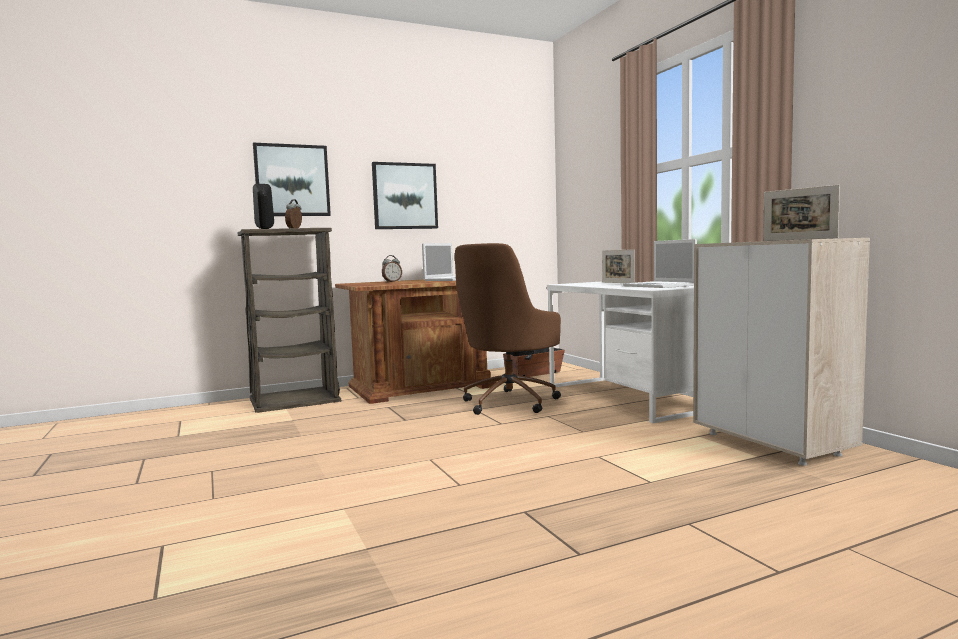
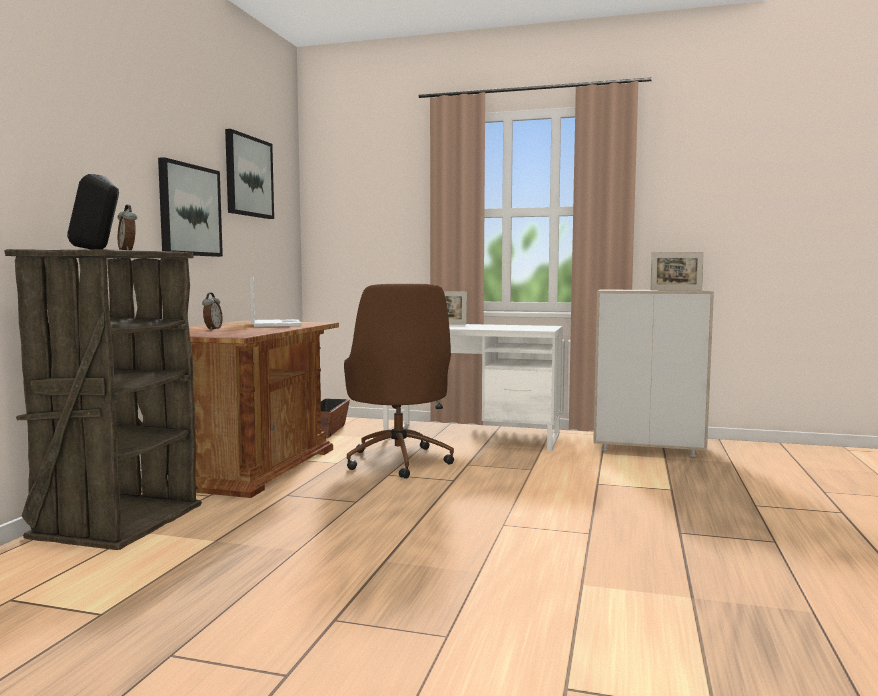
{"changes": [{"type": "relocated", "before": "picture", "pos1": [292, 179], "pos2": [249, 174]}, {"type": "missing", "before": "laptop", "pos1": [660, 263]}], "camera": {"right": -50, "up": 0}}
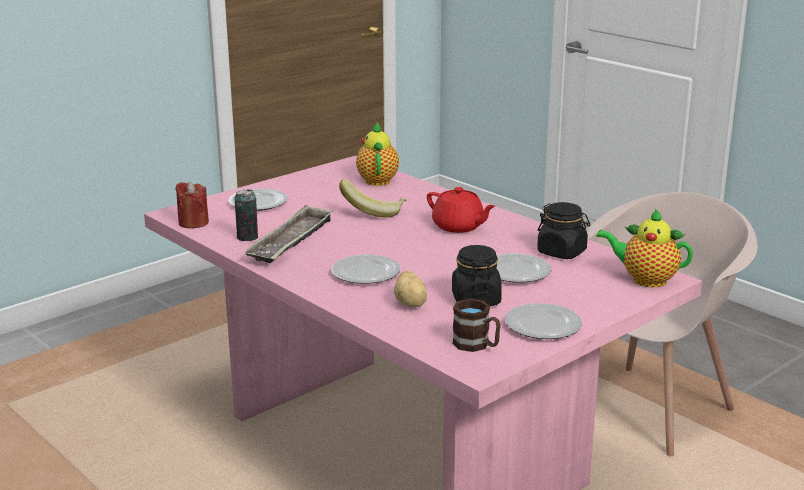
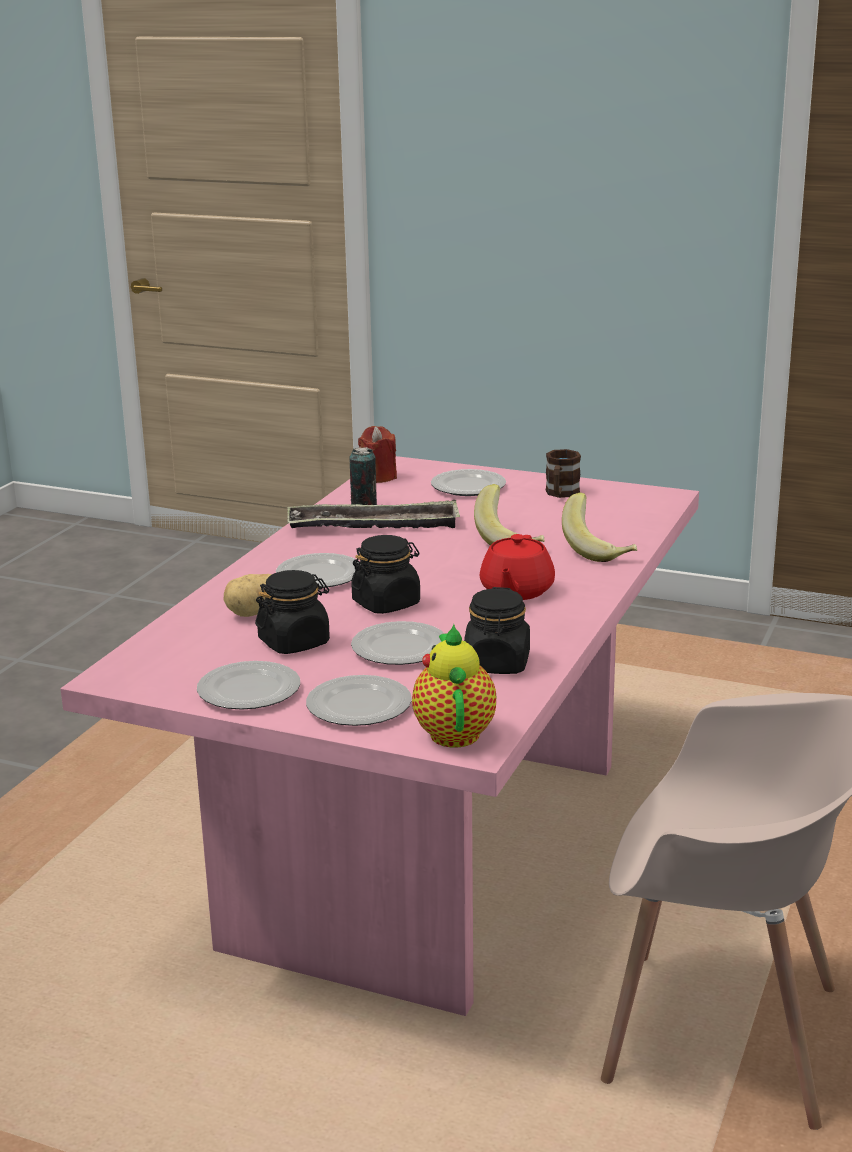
{"changes": [{"type": "missing", "before": "teapot", "pos1": [377, 154]}, {"type": "relocated", "before": "mug (brown)", "pos1": [476, 325], "pos2": [563, 473]}, {"type": "appeared", "after": "plate", "pos2": [359, 700]}, {"type": "appeared", "after": "jar (black)", "pos2": [385, 574]}, {"type": "appeared", "after": "banana", "pos2": [599, 527]}], "camera": {"right": 65, "up": 0}}
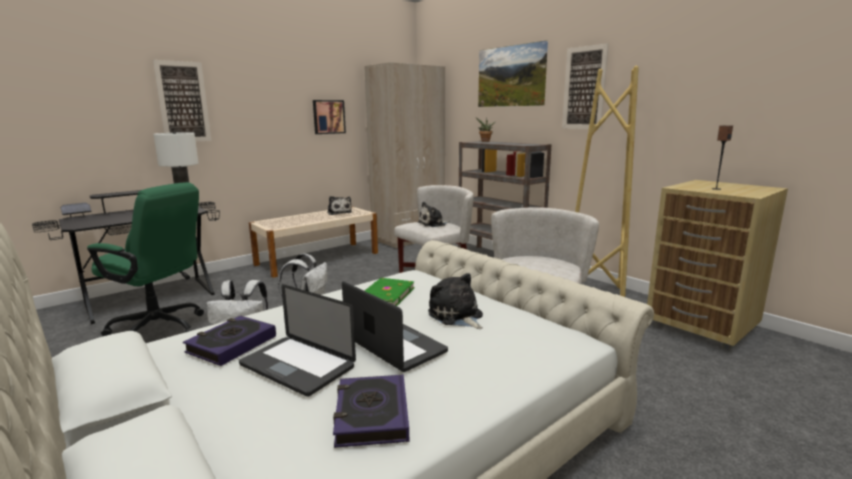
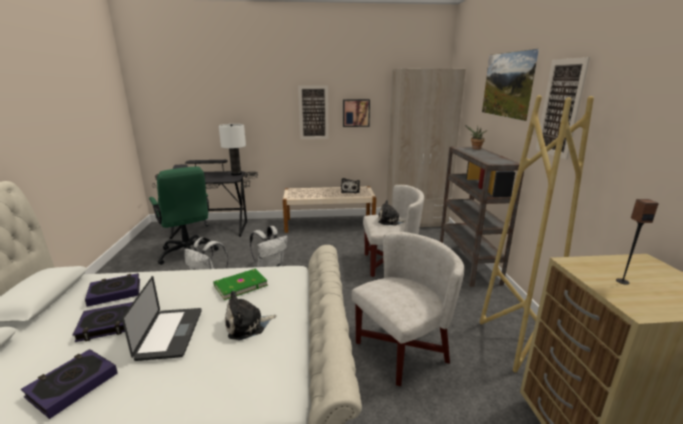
{"changes": [{"type": "relocated", "before": "picture", "pos1": [182, 101], "pos2": [313, 112]}, {"type": "exchanged", "before": "laptop", "after": "book", "pos1": [297, 340], "pos2": [103, 322]}, {"type": "spun", "before": "plush toy", "pos1": [455, 301], "pos2": [250, 315], "turn": -120}], "camera": {"right": 35, "up": 5}}
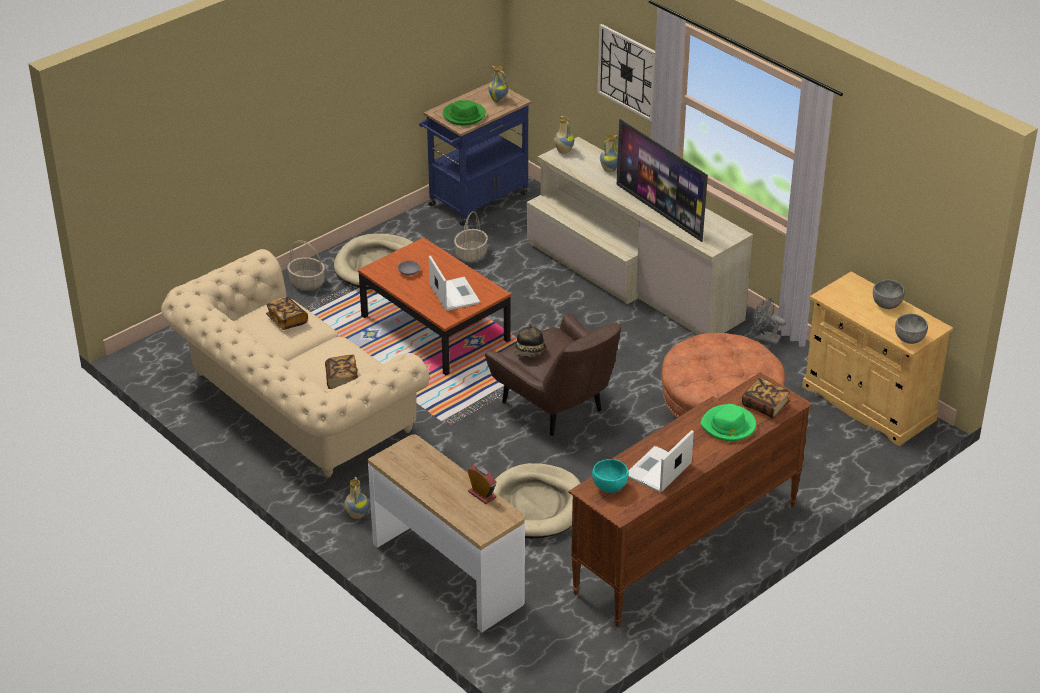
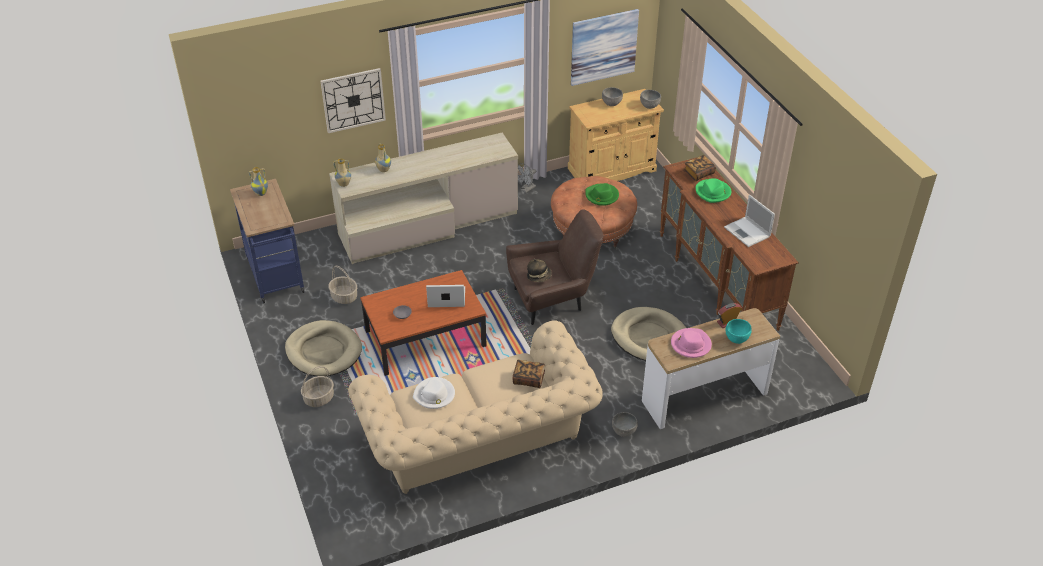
{"changes": [{"type": "exchanged", "before": "book", "after": "hat (white)", "pos1": [287, 313], "pos2": [434, 393]}, {"type": "exchanged", "before": "vase", "after": "bowl (grey)", "pos1": [356, 498], "pos2": [625, 424]}, {"type": "relocated", "before": "hat (green)", "pos1": [464, 112], "pos2": [602, 194]}, {"type": "relocated", "before": "bowl (turquoise)", "pos1": [610, 476], "pos2": [739, 331]}, {"type": "missing", "before": "television", "pos1": [662, 180]}, {"type": "appeared", "after": "picture", "pos2": [605, 47]}, {"type": "appeared", "after": "hat (pink)", "pos2": [691, 343]}], "camera": {"right": -70, "up": 5}}
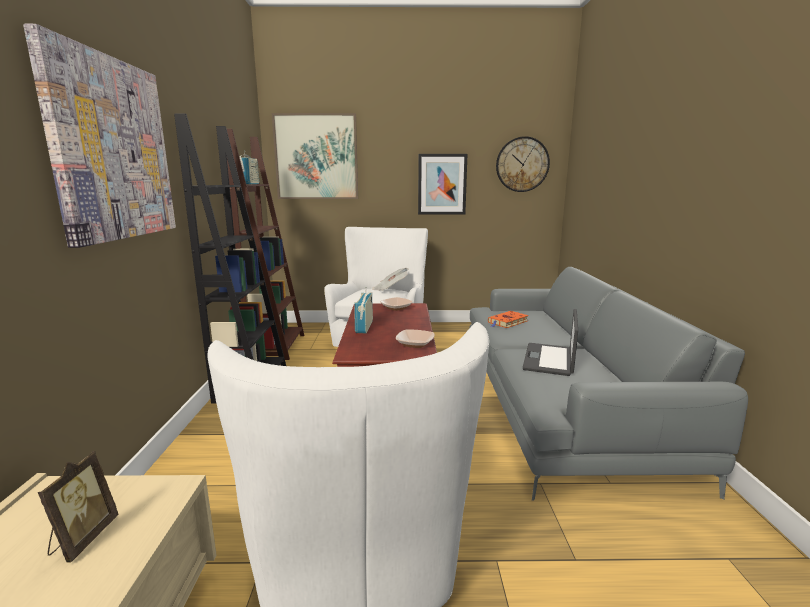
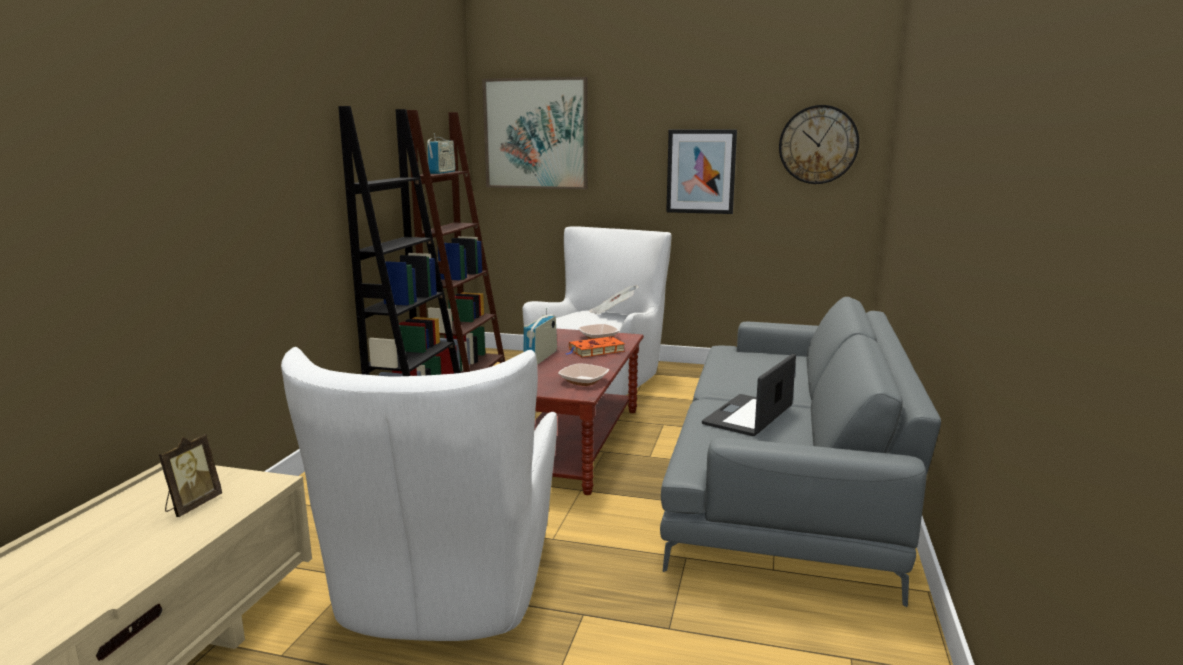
{"changes": [{"type": "missing", "before": "picture", "pos1": [99, 136]}, {"type": "relocated", "before": "book (orange)", "pos1": [508, 319], "pos2": [595, 346]}], "camera": {"right": 15, "up": 0}}
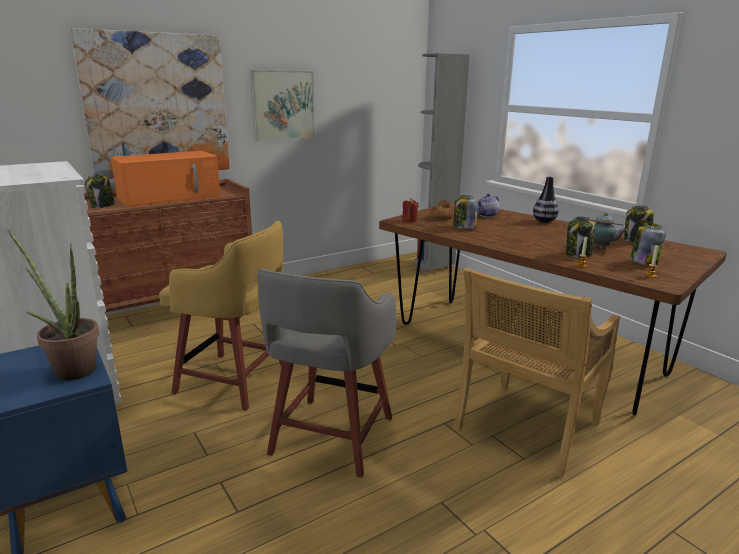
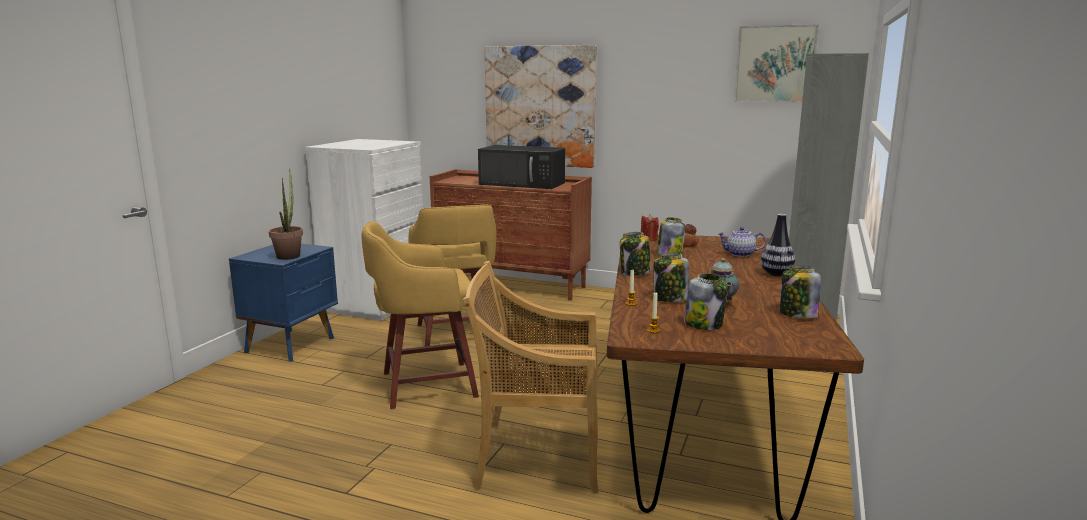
{"changes": [{"type": "relocated", "before": "jar", "pos1": [100, 190], "pos2": [635, 254]}, {"type": "colour", "before": "microwave (orange)", "after": "microwave (black)", "pos1": [166, 179], "pos2": [521, 167]}, {"type": "relocated", "before": "picture", "pos1": [282, 106], "pos2": [776, 63]}, {"type": "colour", "before": "stool (grey)", "after": "stool (yellow)", "pos1": [327, 373], "pos2": [420, 315]}], "camera": {"right": 55, "up": -5}}
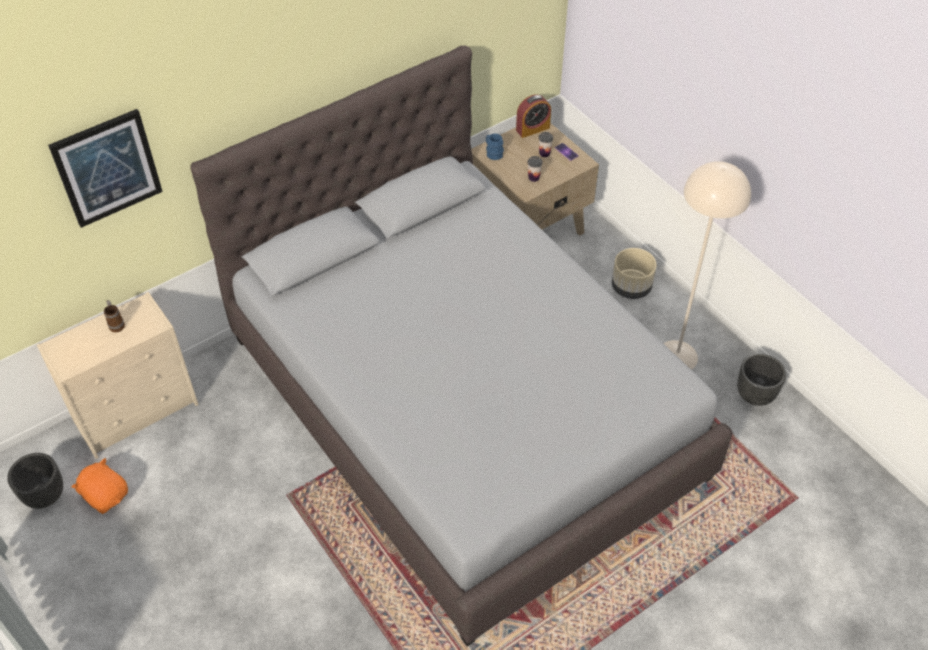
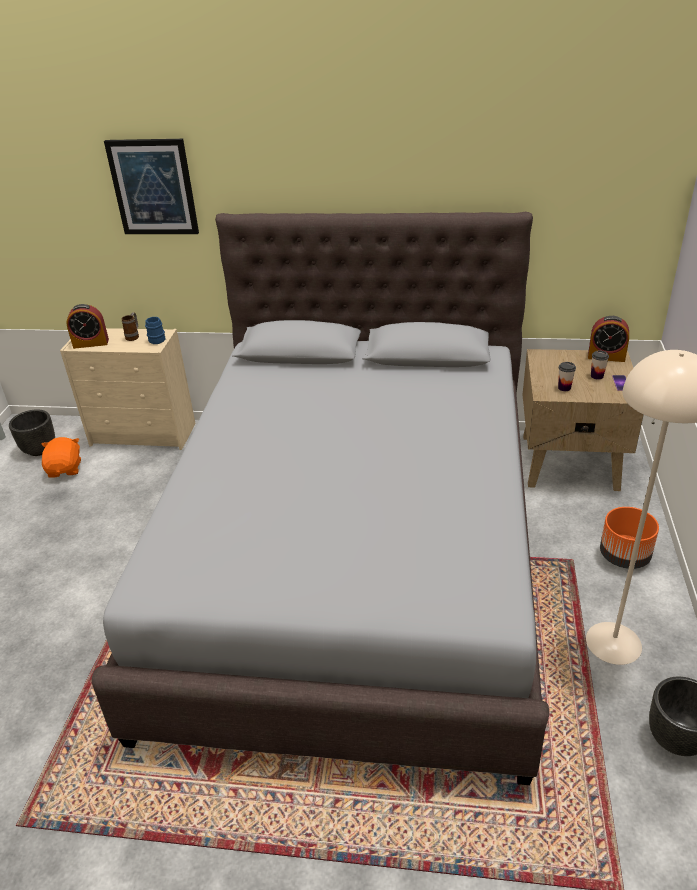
{"changes": [{"type": "relocated", "before": "mug (blue)", "pos1": [495, 147], "pos2": [155, 330]}, {"type": "colour", "before": "planter (beige)", "after": "planter (orange)", "pos1": [634, 273], "pos2": [629, 538]}, {"type": "appeared", "after": "alarm clock", "pos2": [87, 326]}], "camera": {"right": 45, "up": -15}}
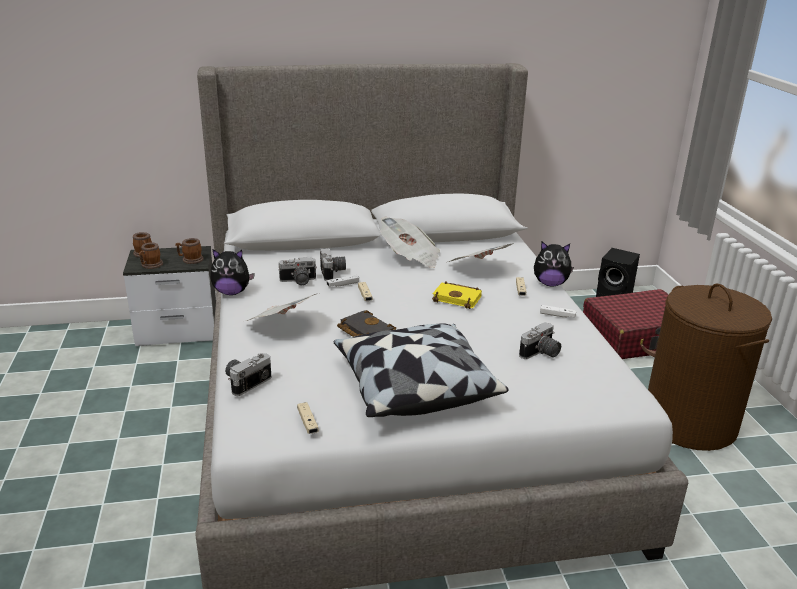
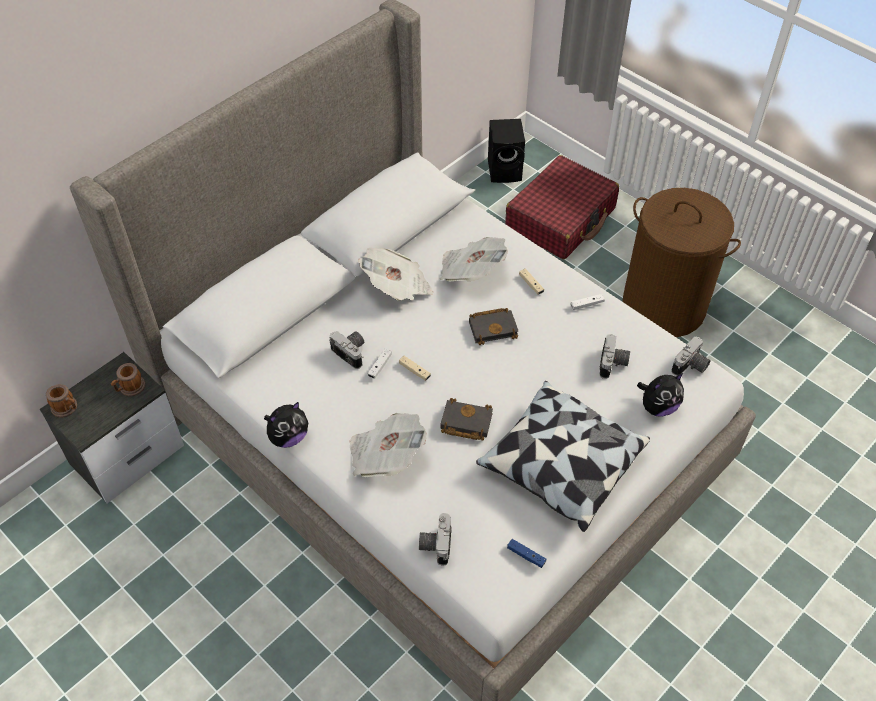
{"changes": [{"type": "missing", "before": "mug", "pos1": [151, 255]}, {"type": "relocated", "before": "photo camera", "pos1": [297, 271], "pos2": [691, 356]}, {"type": "colour", "before": "game controller (beige)", "after": "game controller (blue)", "pos1": [308, 418], "pos2": [526, 553]}, {"type": "colour", "before": "book (yellow)", "after": "book (black)", "pos1": [457, 295], "pos2": [494, 326]}, {"type": "relocated", "before": "plush toy", "pos1": [554, 264], "pos2": [660, 395]}], "camera": {"right": -35, "up": 25}}
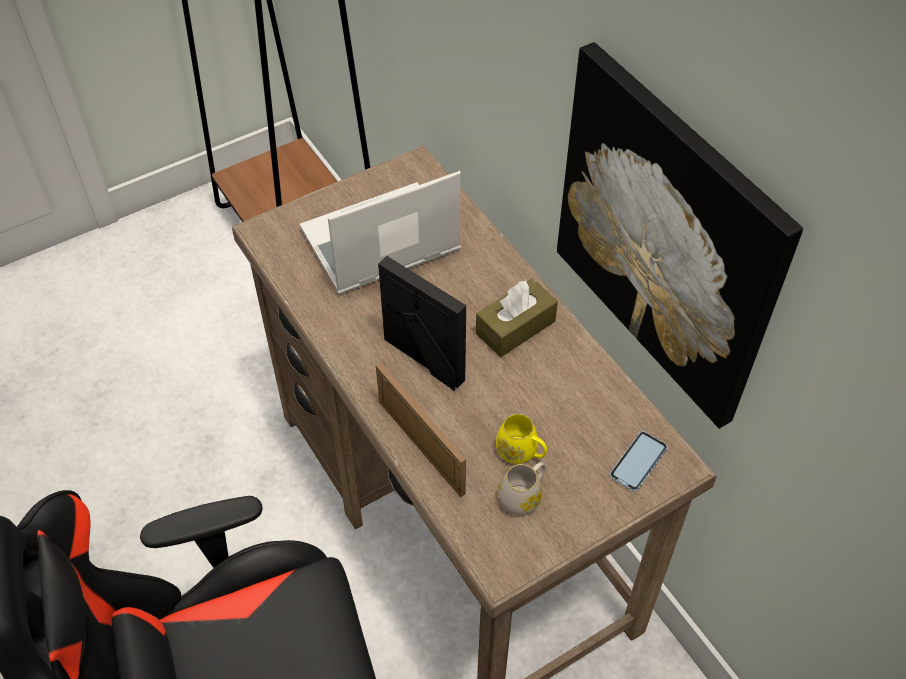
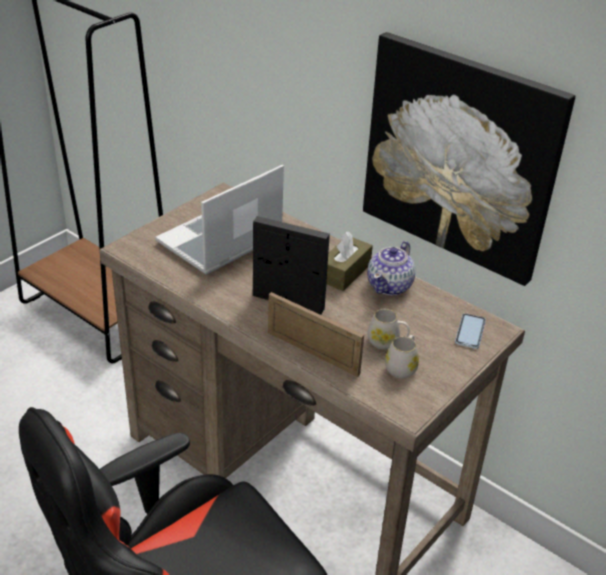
{"changes": [{"type": "colour", "before": "mug (yellow)", "after": "mug (white)", "pos1": [521, 439], "pos2": [389, 329]}, {"type": "appeared", "after": "teapot", "pos2": [391, 268]}], "camera": {"right": -20, "up": -15}}
